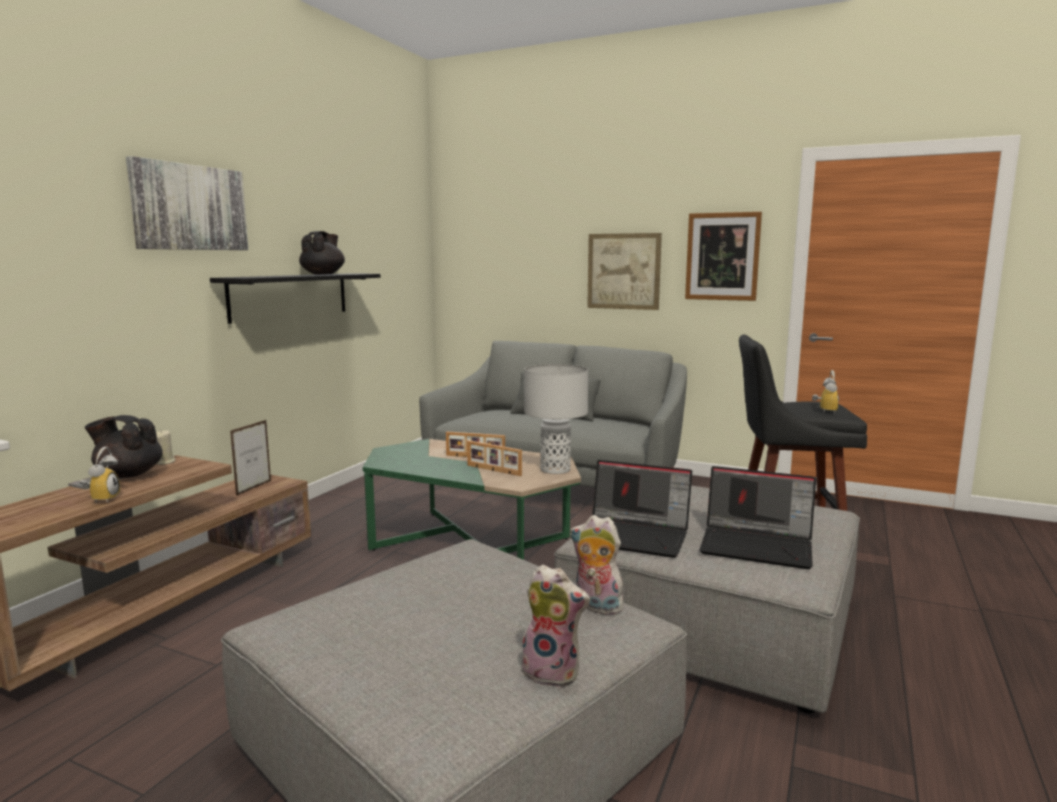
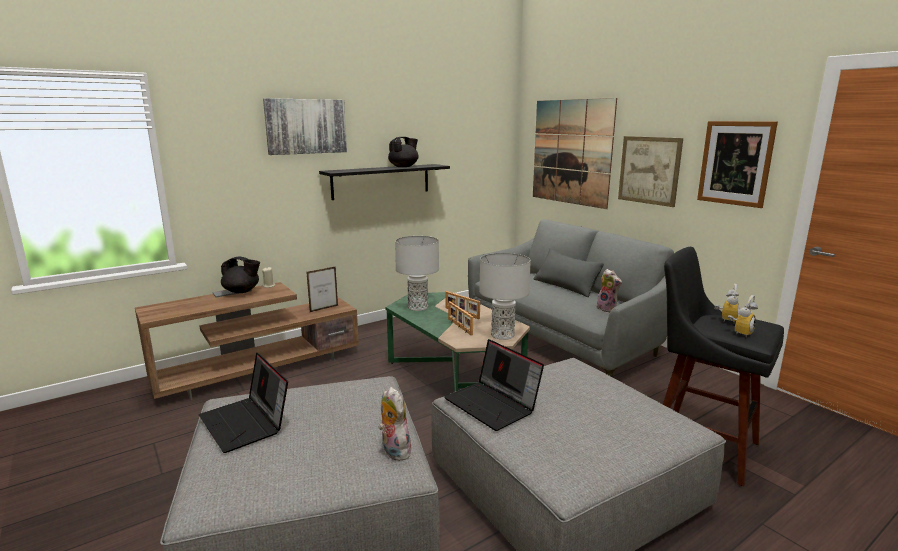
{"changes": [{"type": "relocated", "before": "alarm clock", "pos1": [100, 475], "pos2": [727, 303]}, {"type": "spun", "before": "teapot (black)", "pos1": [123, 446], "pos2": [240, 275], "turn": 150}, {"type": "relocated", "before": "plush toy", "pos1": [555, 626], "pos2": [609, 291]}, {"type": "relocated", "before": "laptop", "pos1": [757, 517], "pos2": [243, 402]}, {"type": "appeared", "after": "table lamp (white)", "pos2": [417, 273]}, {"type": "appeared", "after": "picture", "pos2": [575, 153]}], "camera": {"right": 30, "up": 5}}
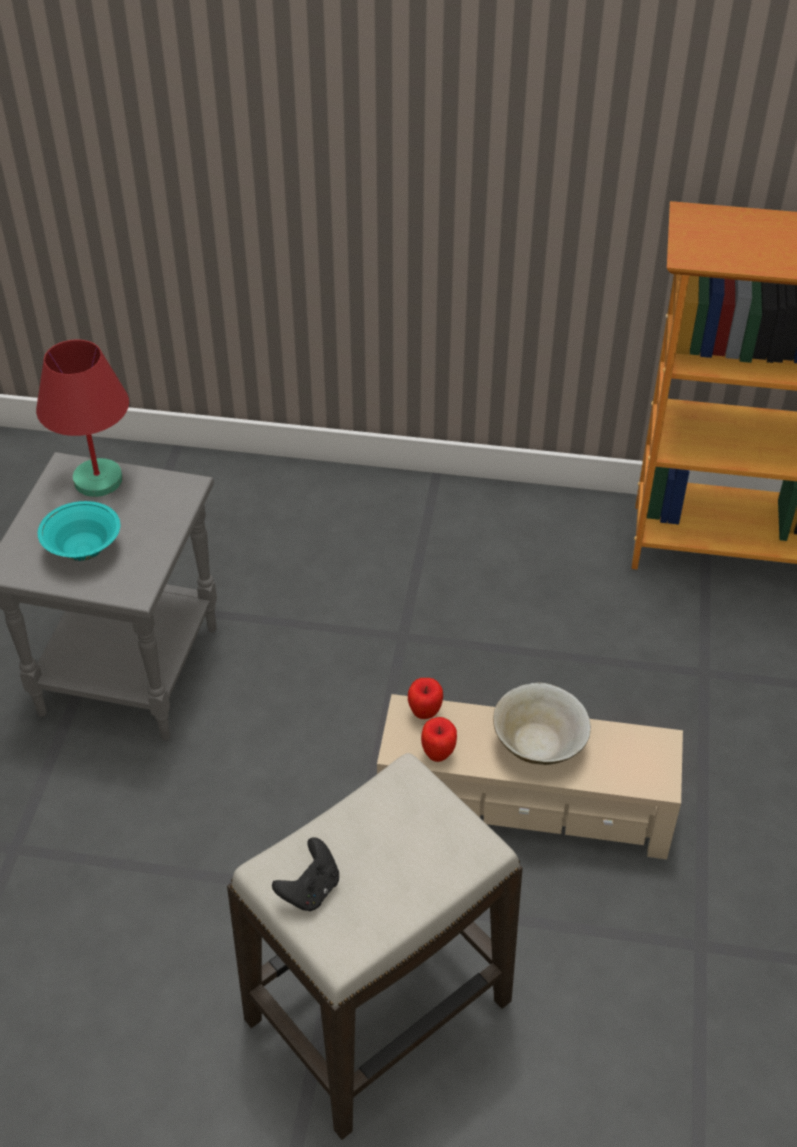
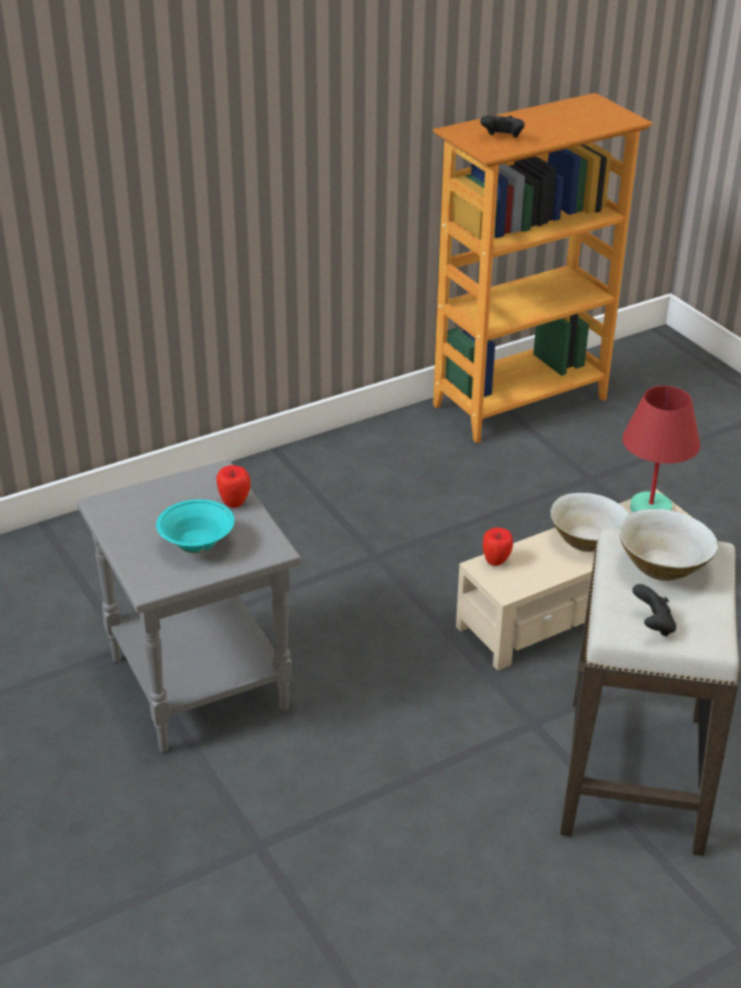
{"changes": [{"type": "relocated", "before": "table lamp (red)", "pos1": [82, 418], "pos2": [661, 449]}, {"type": "relocated", "before": "apple", "pos1": [439, 739], "pos2": [233, 486]}, {"type": "appeared", "after": "game controller (black)", "pos2": [502, 127]}, {"type": "appeared", "after": "bowl (beige)", "pos2": [669, 545]}], "camera": {"right": -40, "up": -10}}
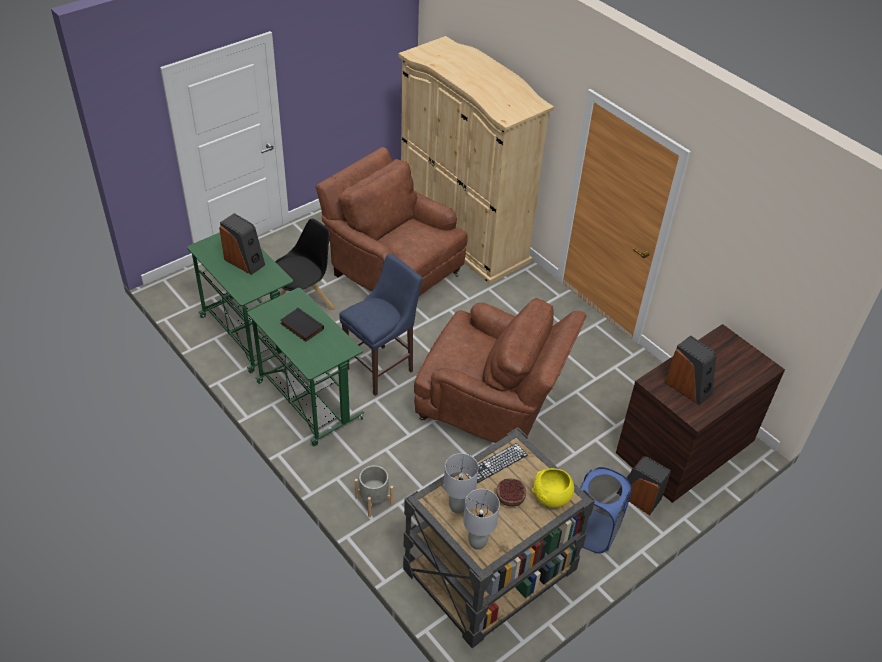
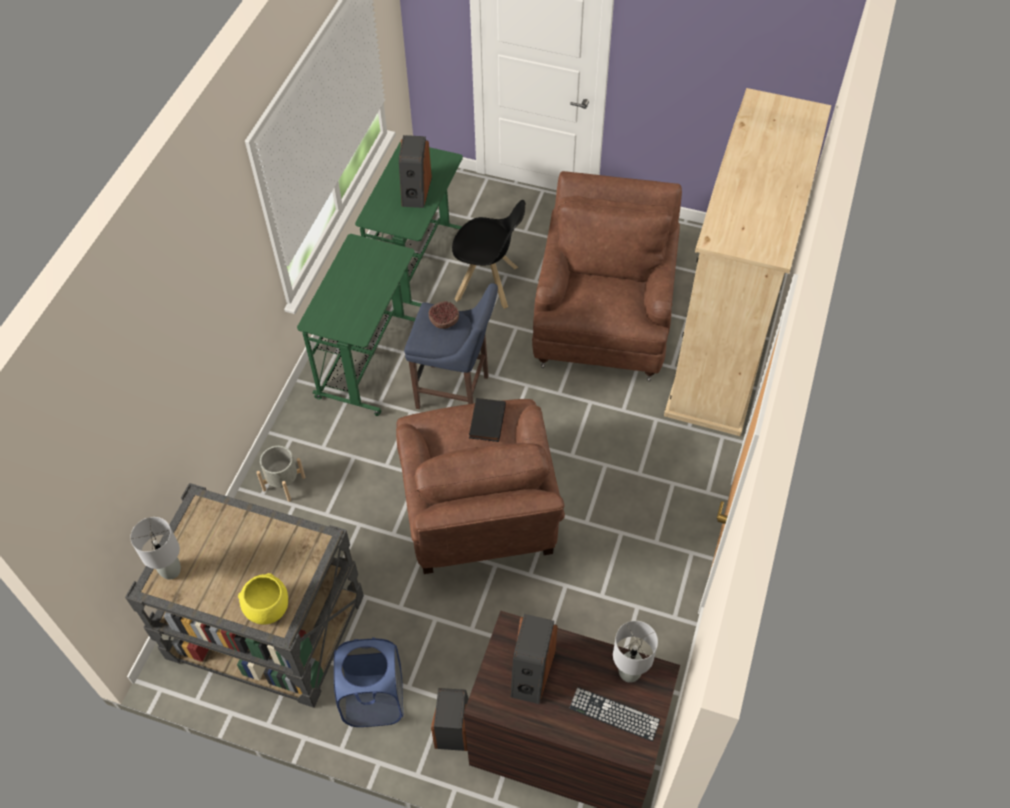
{"changes": [{"type": "relocated", "before": "book (black)", "pos1": [302, 325], "pos2": [487, 420]}, {"type": "relocated", "before": "table lamp (grey)", "pos1": [461, 483], "pos2": [635, 652]}, {"type": "relocated", "before": "keyboard", "pos1": [495, 463], "pos2": [614, 714]}, {"type": "relocated", "before": "bowl", "pos1": [511, 492], "pos2": [444, 315]}], "camera": {"right": 60, "up": 10}}
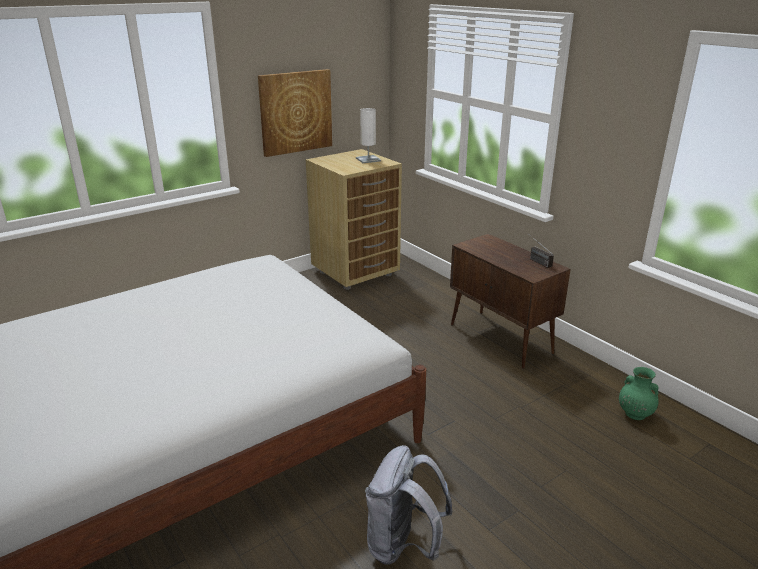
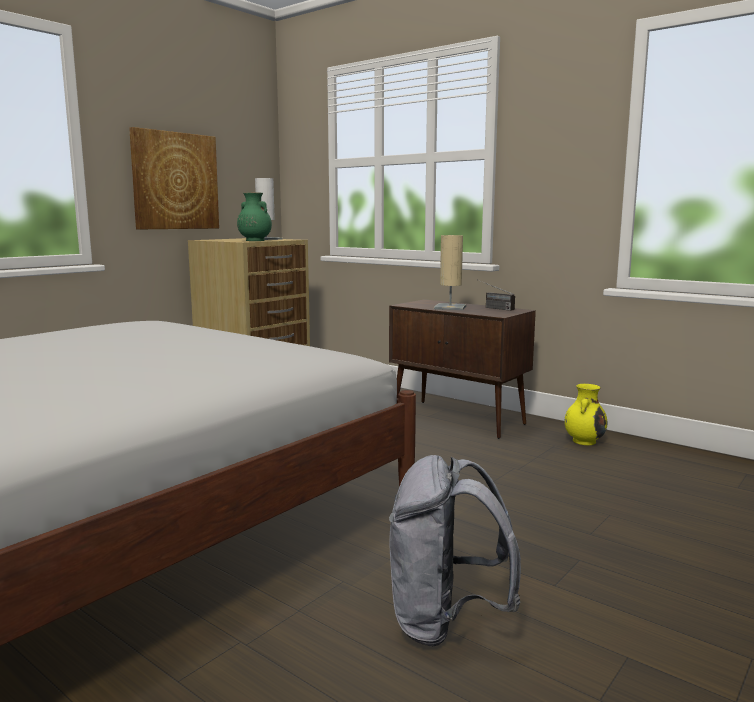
{"changes": [{"type": "relocated", "before": "vase (green)", "pos1": [639, 393], "pos2": [254, 216]}, {"type": "appeared", "after": "table lamp (beige)", "pos2": [450, 272]}, {"type": "appeared", "after": "vase (yellow)", "pos2": [586, 414]}], "camera": {"right": -15, "up": -15}}
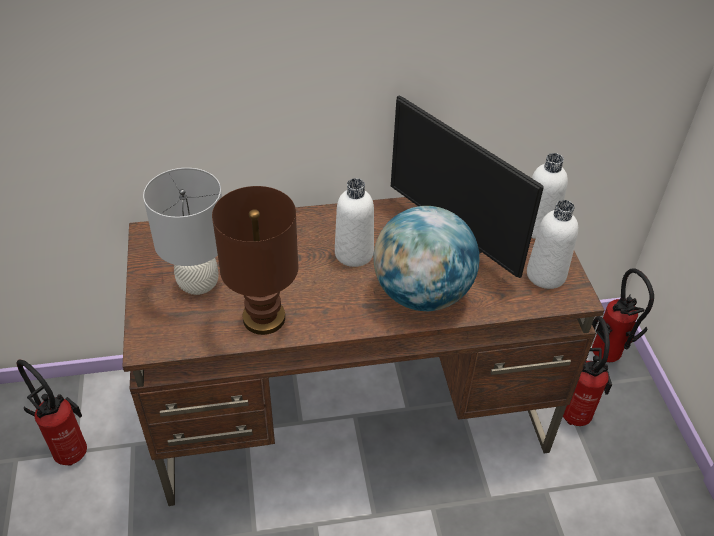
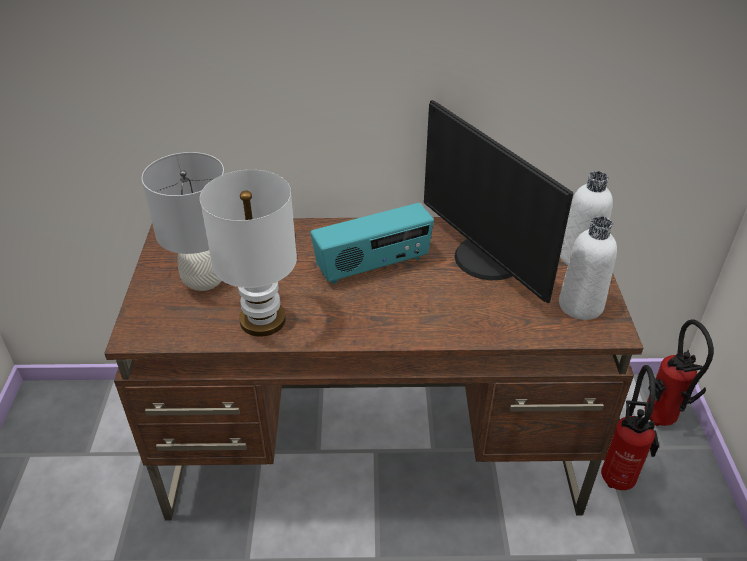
{"changes": [{"type": "missing", "before": "fire extinguisher", "pos1": [51, 413]}, {"type": "colour", "before": "table lamp (brown)", "after": "table lamp (white)", "pos1": [255, 260], "pos2": [248, 253]}, {"type": "exchanged", "before": "bottle (white)", "after": "radio", "pos1": [354, 222], "pos2": [372, 243]}, {"type": "missing", "before": "globe", "pos1": [426, 258]}], "camera": {"right": 10, "up": -5}}
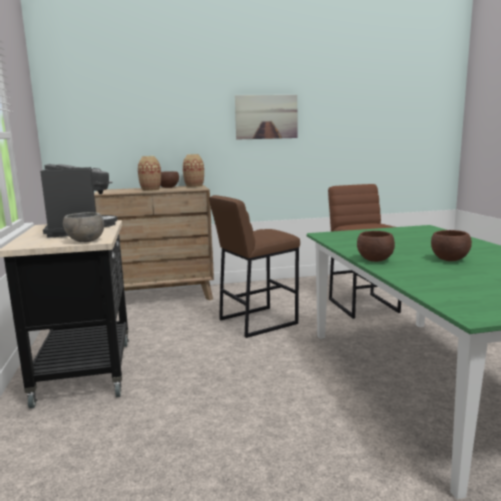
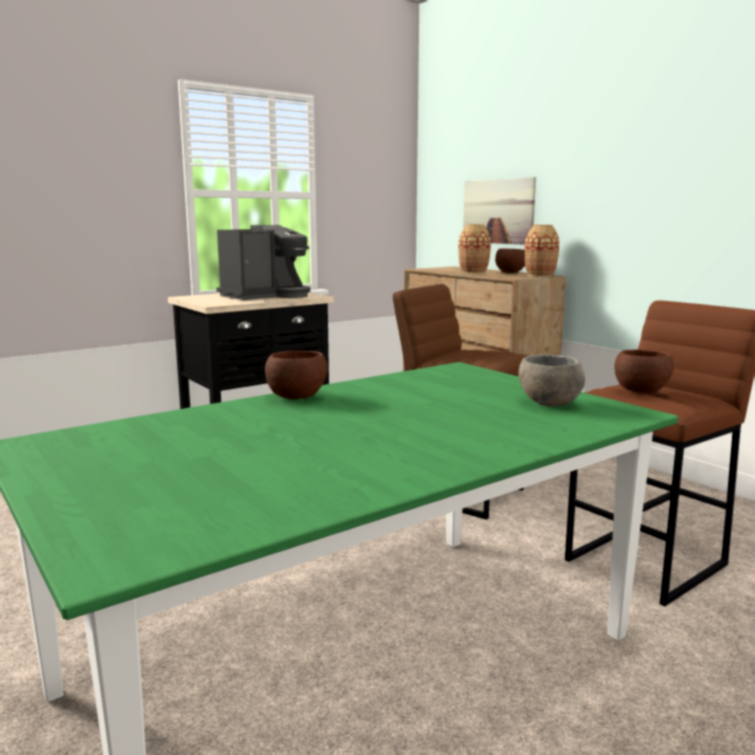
{"changes": [{"type": "relocated", "before": "bowl (grey)", "pos1": [83, 227], "pos2": [552, 380]}, {"type": "relocated", "before": "picture", "pos1": [266, 117], "pos2": [499, 211]}, {"type": "relocated", "before": "bowl (brown)", "pos1": [451, 245], "pos2": [644, 371]}], "camera": {"right": 65, "up": 0}}
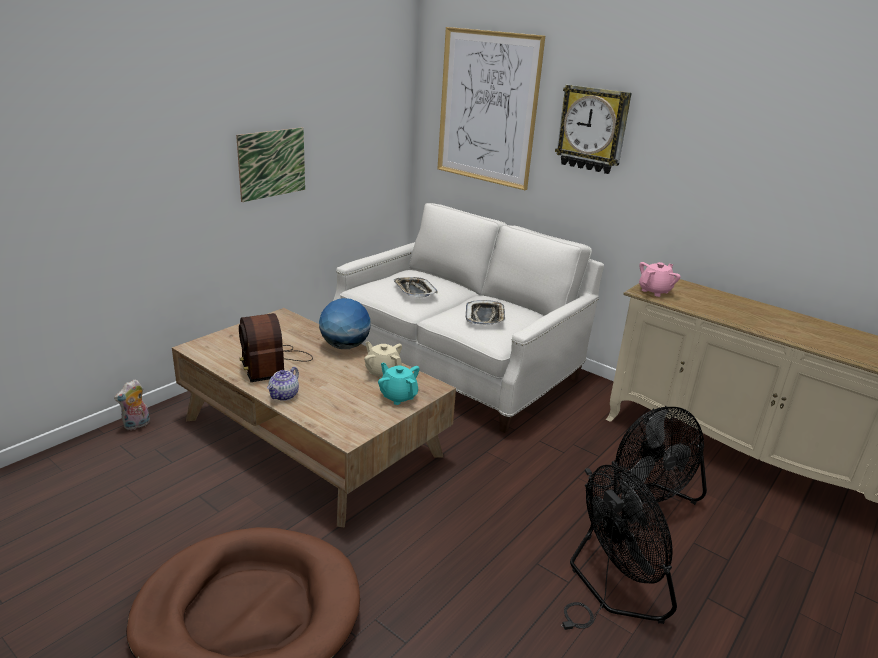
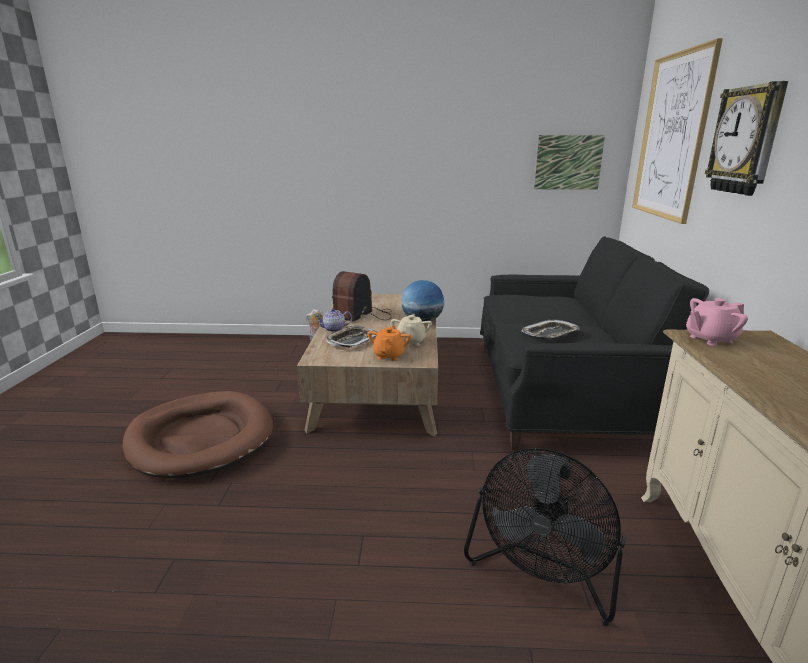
{"changes": [{"type": "relocated", "before": "picture", "pos1": [270, 164], "pos2": [569, 162]}, {"type": "colour", "before": "sofa (white)", "after": "sofa (black)", "pos1": [468, 318], "pos2": [594, 343]}, {"type": "colour", "before": "teapot (turquoise)", "after": "teapot (orange)", "pos1": [398, 383], "pos2": [389, 343]}, {"type": "relocated", "before": "tray", "pos1": [415, 287], "pos2": [352, 336]}, {"type": "missing", "before": "fan (black)", "pos1": [619, 547]}, {"type": "spun", "before": "teapot (pink)", "pos1": [659, 279], "pos2": [717, 322], "turn": 150}], "camera": {"right": 55, "up": -5}}
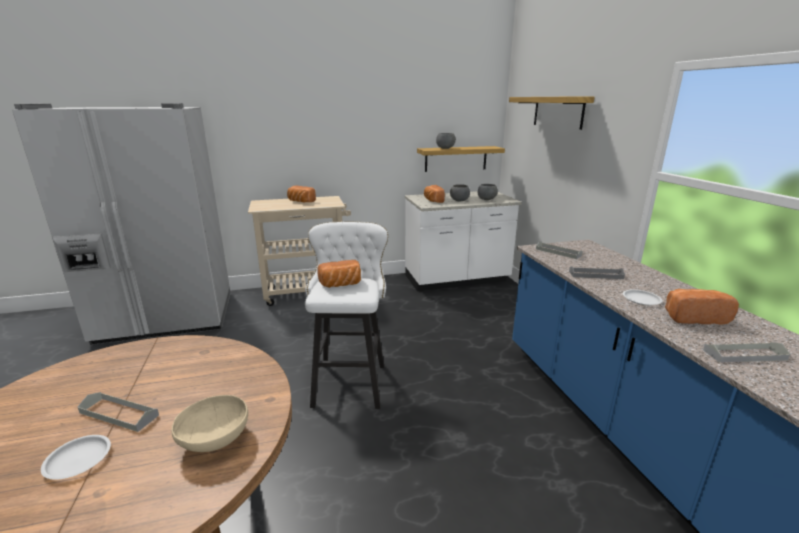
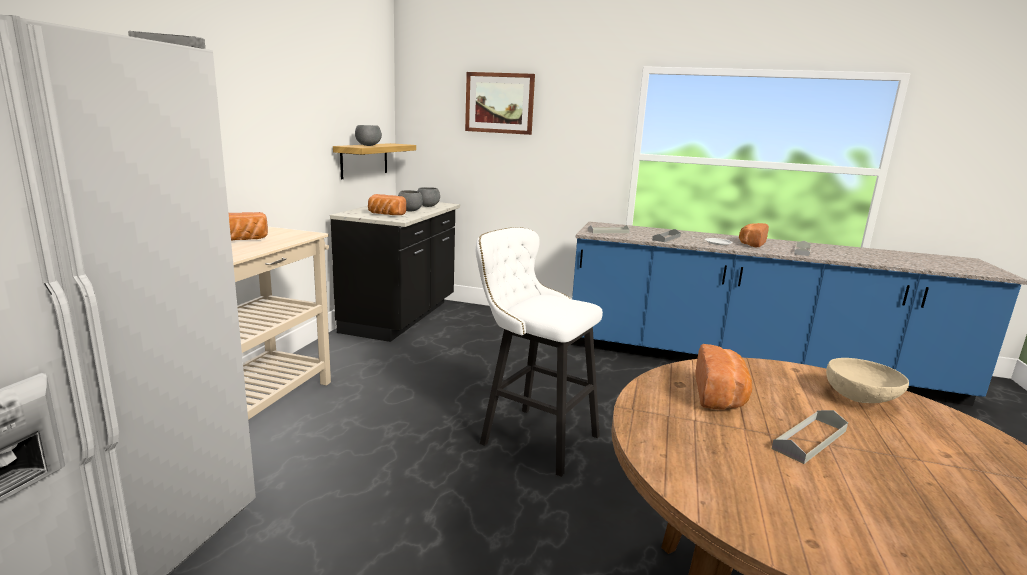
{"changes": [{"type": "missing", "before": "plate (white)", "pos1": [76, 457]}, {"type": "relocated", "before": "bread", "pos1": [339, 274], "pos2": [724, 377]}, {"type": "colour", "before": "counter (white)", "after": "counter (black)", "pos1": [463, 241], "pos2": [395, 272]}, {"type": "exchanged", "before": "shelf", "after": "picture", "pos1": [551, 113], "pos2": [500, 103]}], "camera": {"right": -60, "up": -5}}
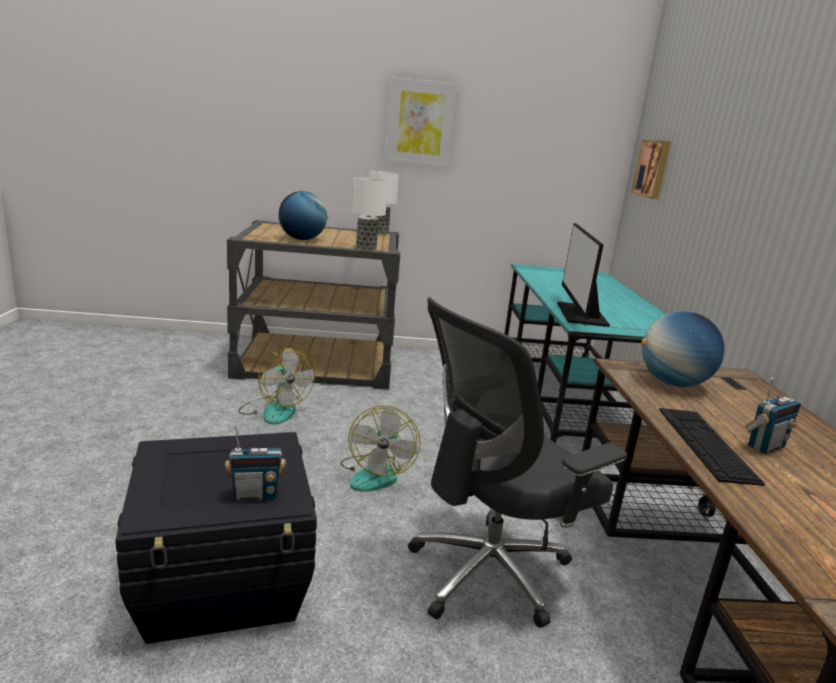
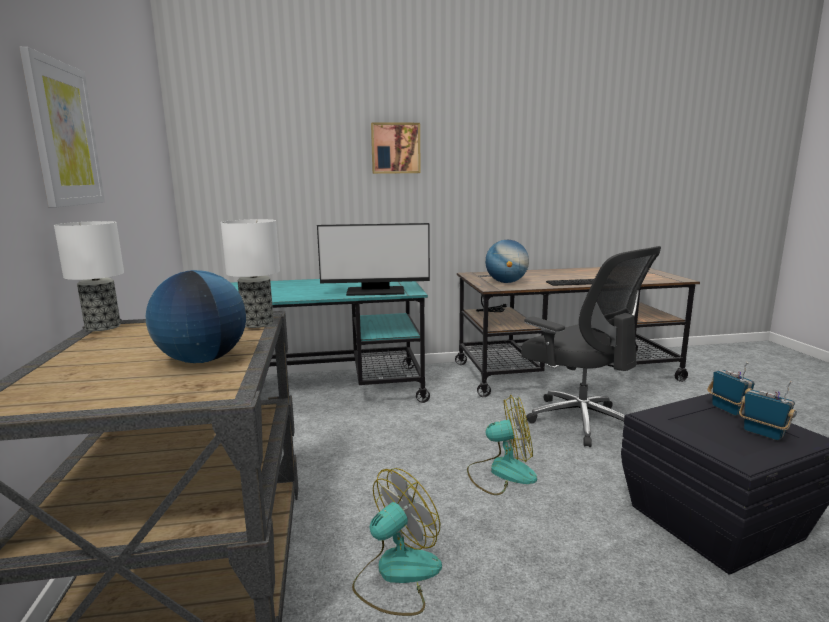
{"changes": [{"type": "relocated", "before": "picture", "pos1": [651, 169], "pos2": [396, 148]}, {"type": "relocated", "before": "radio", "pos1": [772, 416], "pos2": [768, 410]}], "camera": {"right": -95, "up": -5}}
